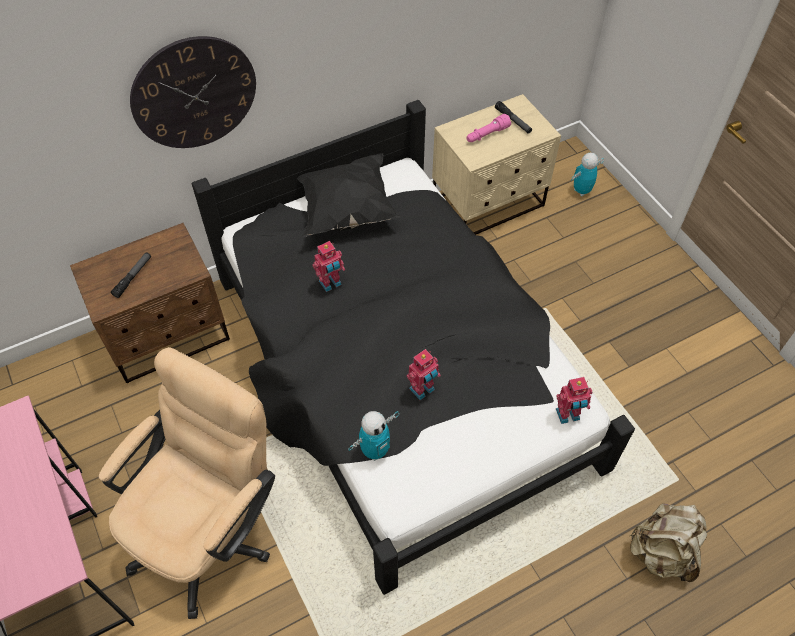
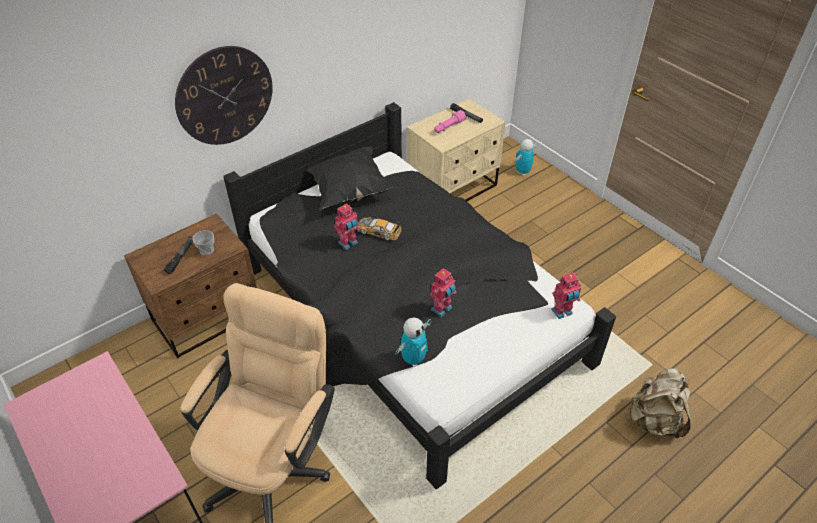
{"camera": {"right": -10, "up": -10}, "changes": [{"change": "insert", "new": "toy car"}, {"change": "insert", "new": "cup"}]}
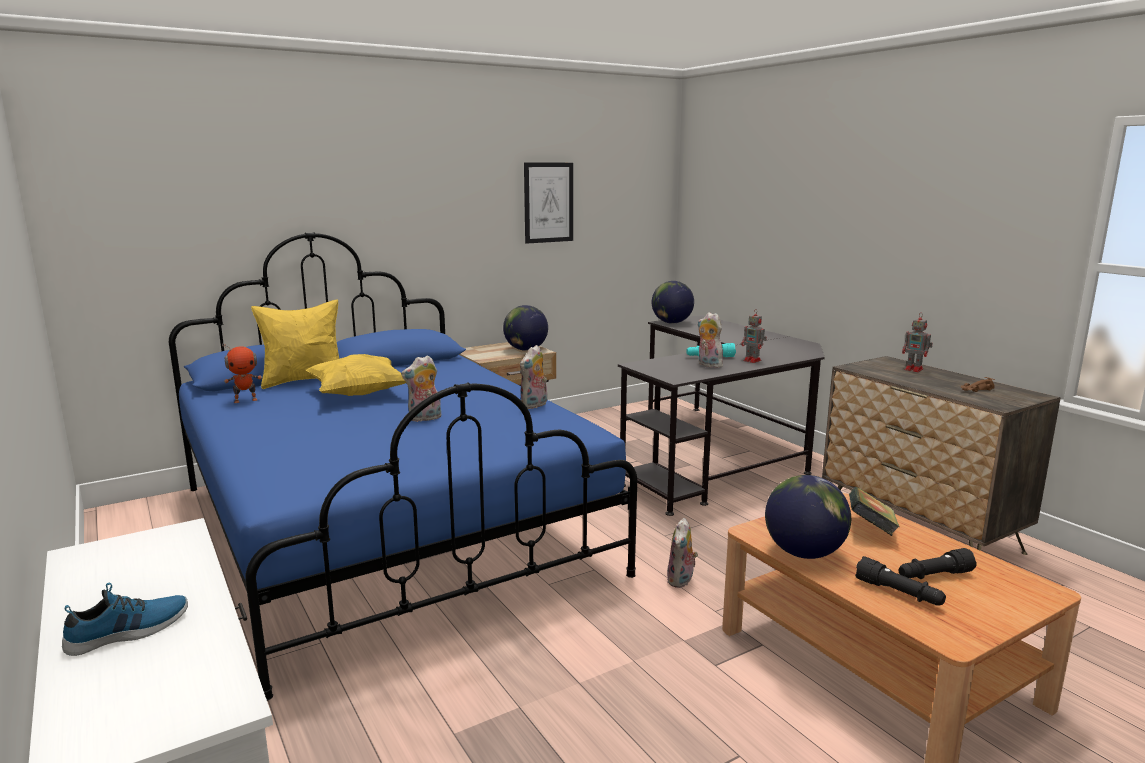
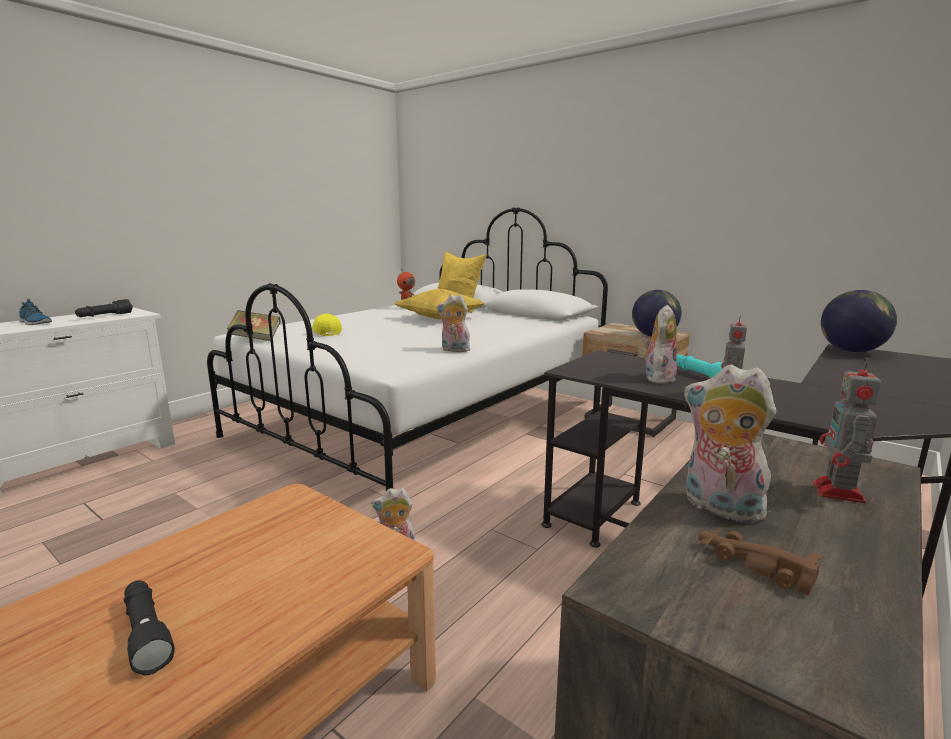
{"camera": {"right": 70, "up": 0}, "changes": [{"change": "delete", "old": "picture"}, {"change": "recolor", "old": "blue bed", "new": "white bed"}, {"change": "move", "old": "plush toy (1st from left in the first image)", "new": "plush toy (4th from left)"}, {"change": "delete", "old": "globe (3rd from left)"}, {"change": "move", "old": "book"}, {"change": "move", "old": "black flashlight (1st from left)"}, {"change": "insert", "new": "yellow cap"}]}
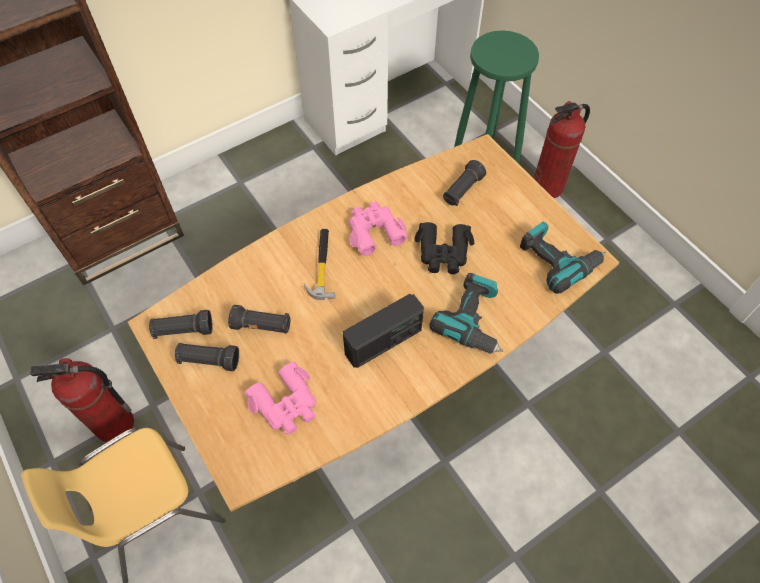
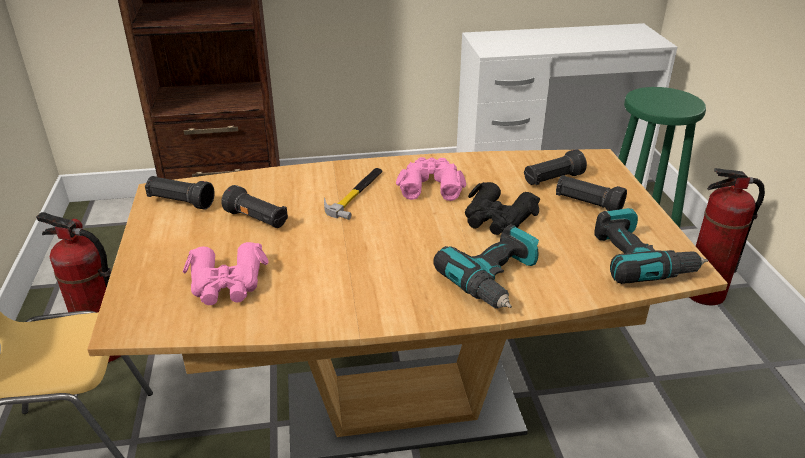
{"camera": {"right": 25, "up": -25}, "changes": [{"change": "delete", "old": "radio"}, {"change": "move", "old": "black flashlight (2nd from left in the first image)", "new": "black flashlight (4th from left)"}]}
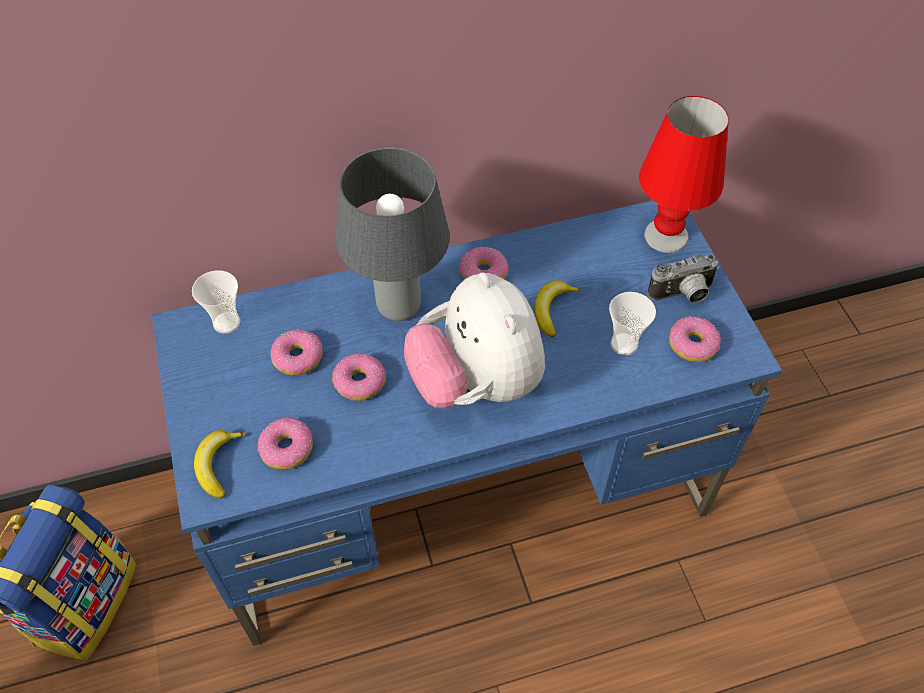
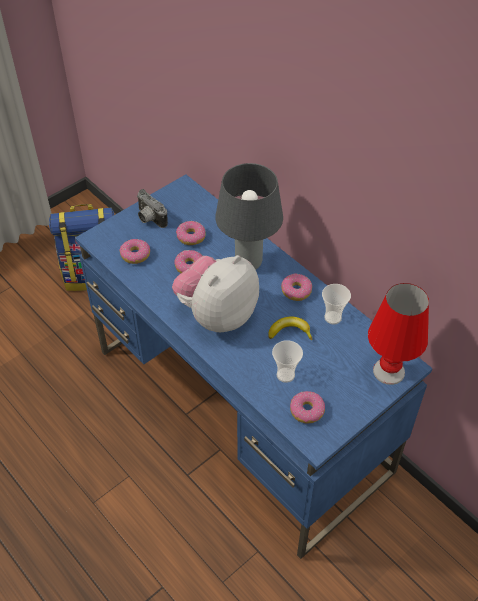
{"camera": {"right": 65, "up": -5}, "changes": [{"change": "move", "old": "photo camera"}, {"change": "move", "old": "cup (1st from left in the first image)", "new": "cup (2nd from left)"}, {"change": "delete", "old": "banana (1st from left)"}]}
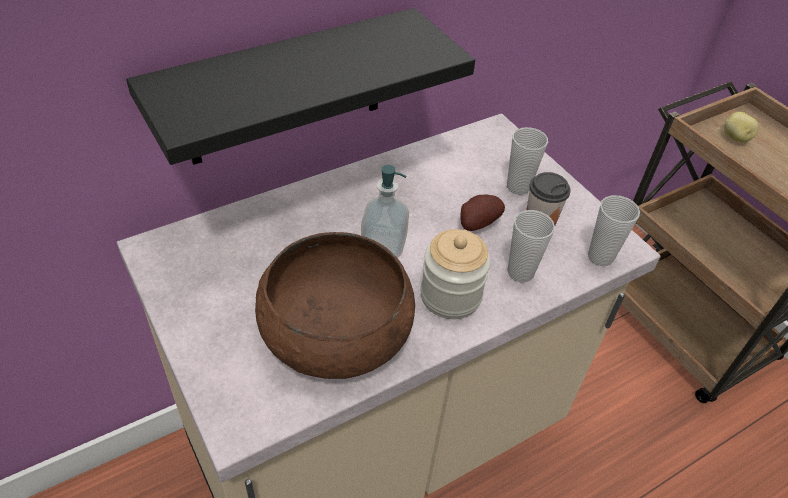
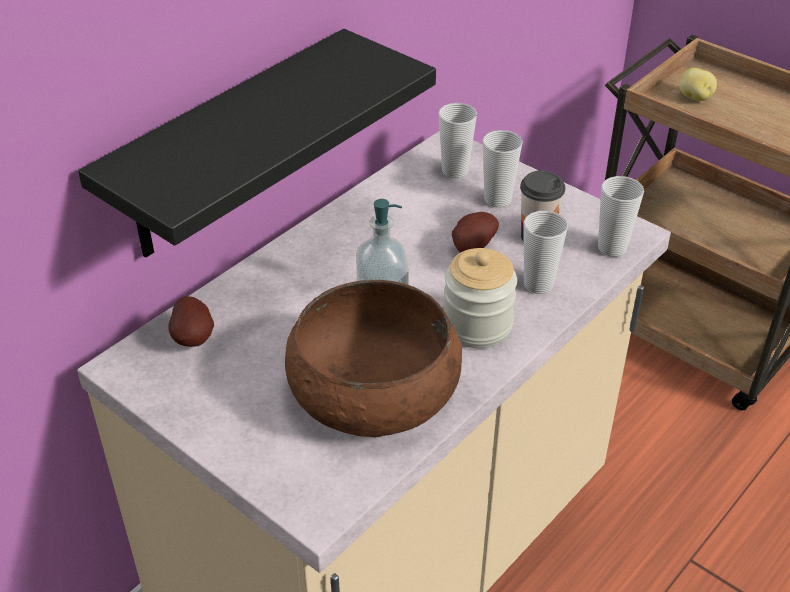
{"camera": {"right": -15, "up": -5}, "changes": [{"change": "insert", "new": "cup (1st from left)"}, {"change": "insert", "new": "potato (1st from left)"}]}
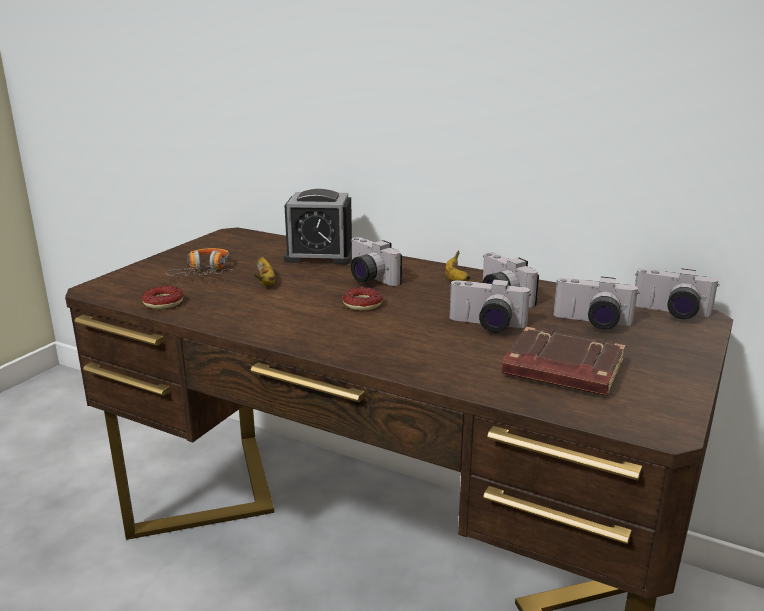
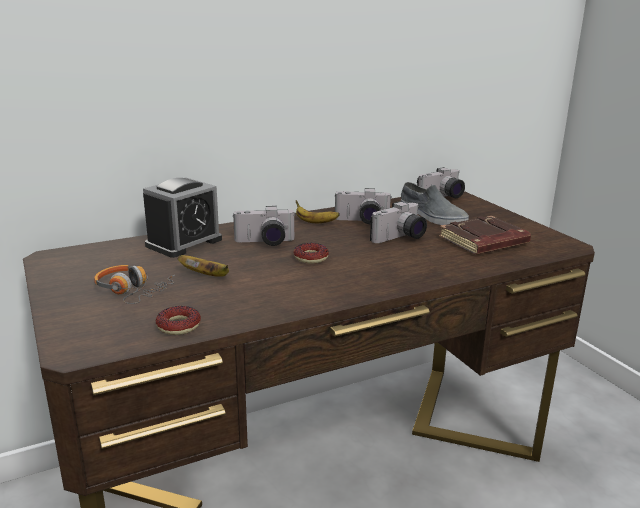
{"camera": {"right": -55, "up": 0}, "changes": [{"change": "replace", "old": "photo camera (4th from left)", "new": "grey shoe"}]}
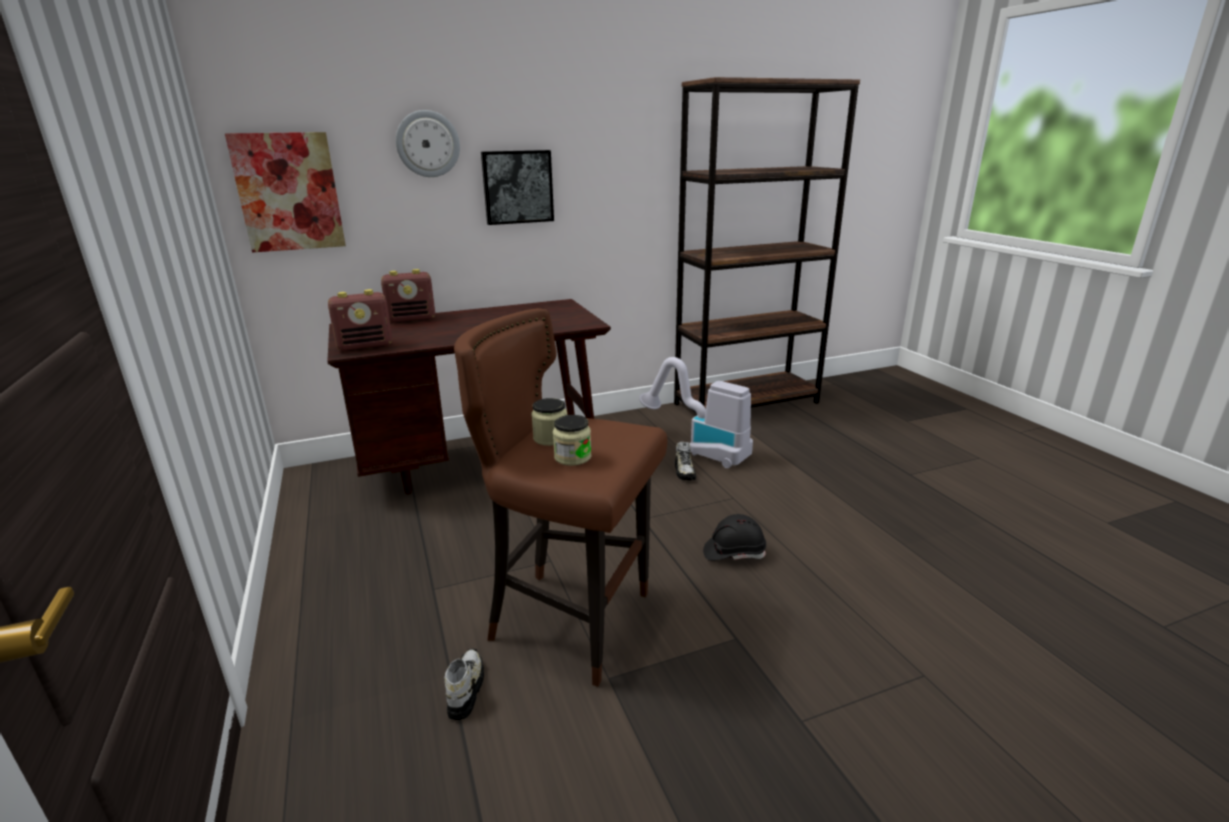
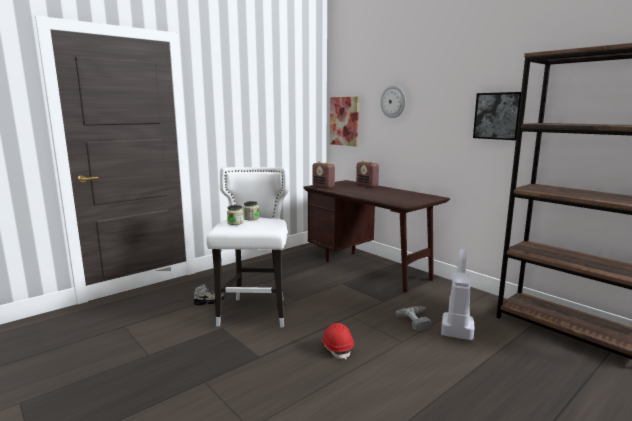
{"camera": {"right": 70, "up": -10}, "changes": [{"change": "move", "old": "picture (2nd from left)"}, {"change": "recolor", "old": "brown stool", "new": "white stool"}, {"change": "replace", "old": "shoe (2nd from left)", "new": "power drill"}, {"change": "recolor", "old": "black hard hat", "new": "red hard hat"}]}
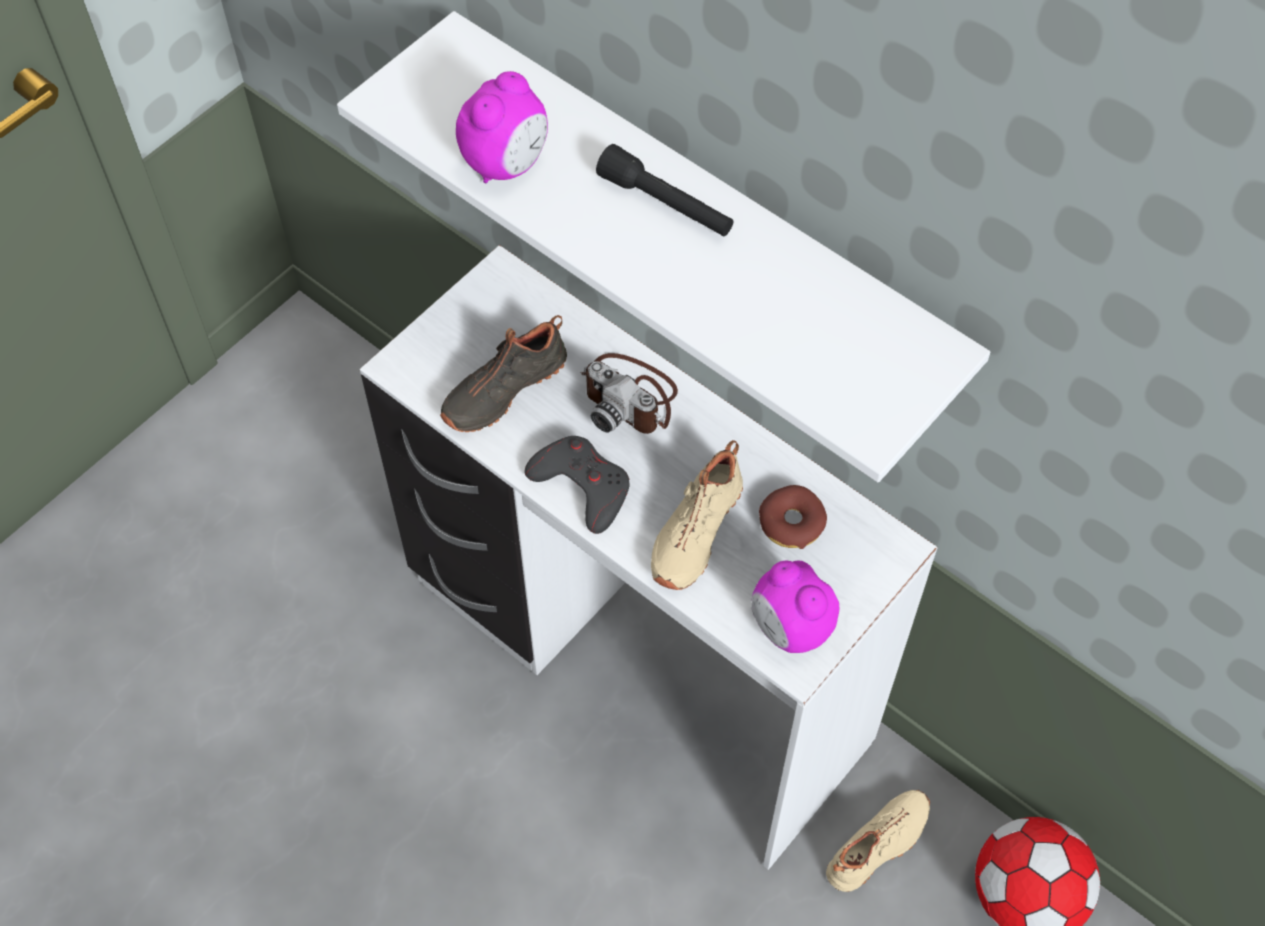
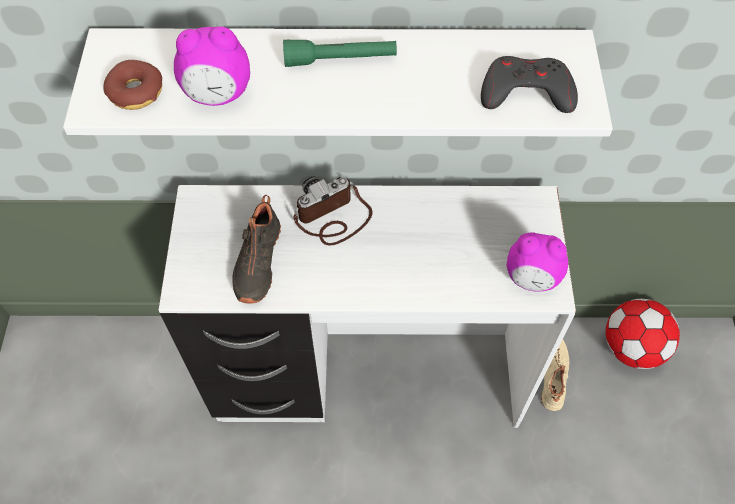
{"camera": {"right": -40, "up": 0}, "changes": [{"change": "rotate", "old": "alarm clock (1st from left)", "degrees": 90}, {"change": "recolor", "old": "black flashlight", "new": "green flashlight"}, {"change": "rotate", "old": "photo camera", "degrees": 150}, {"change": "move", "old": "grey game controller"}, {"change": "delete", "old": "beige shoe (1st from left)"}, {"change": "move", "old": "donut"}]}
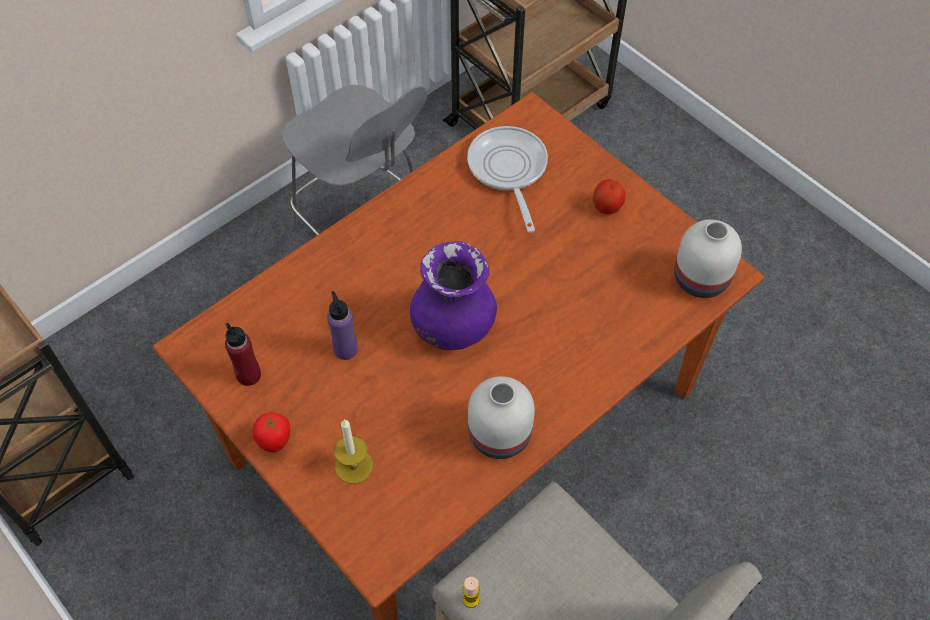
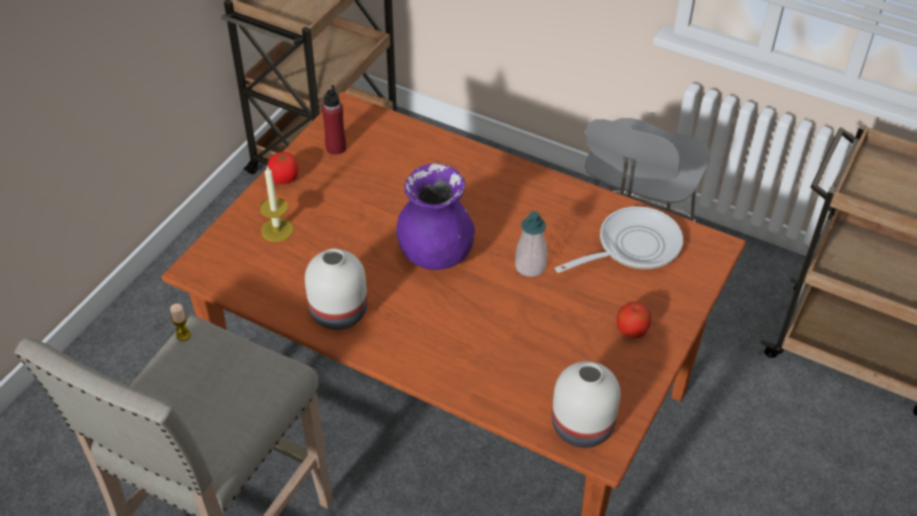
{"camera": {"right": 70, "up": -10}, "changes": [{"change": "delete", "old": "purple bottle"}, {"change": "insert", "new": "soap dispenser"}]}
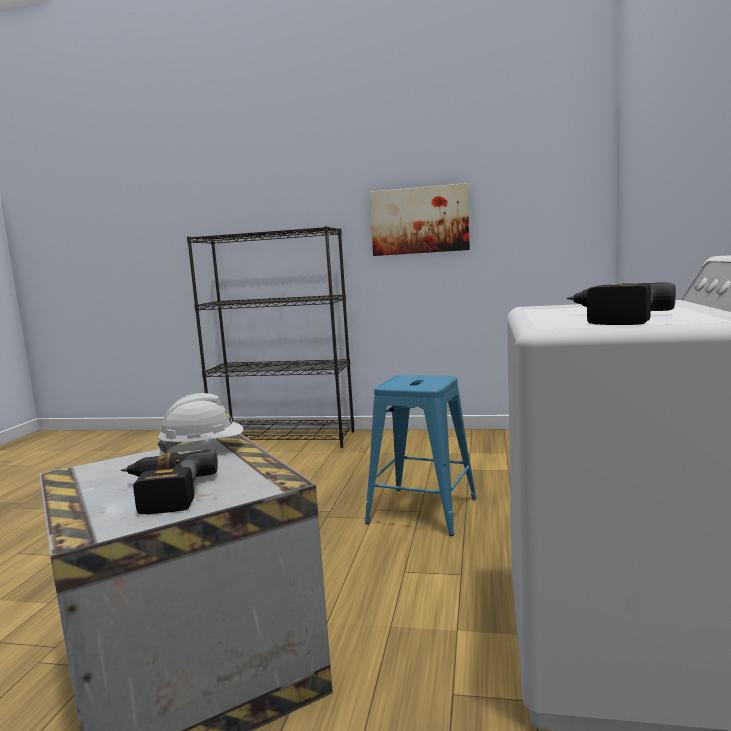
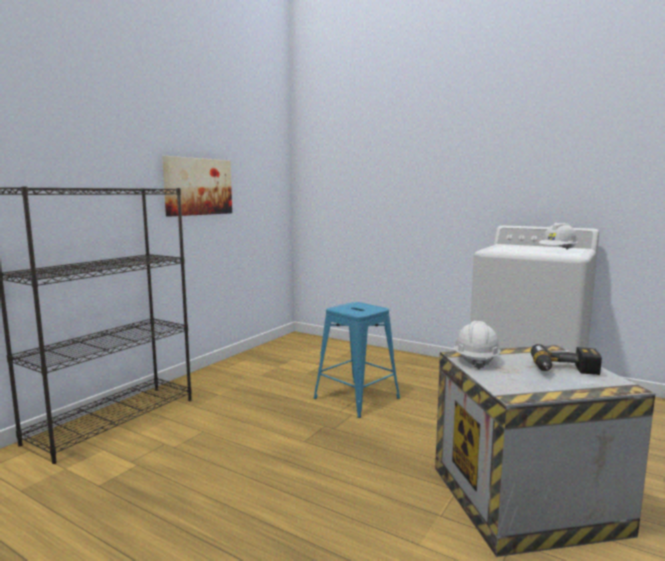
{"camera": {"right": -70, "up": 0}, "changes": [{"change": "replace", "old": "power drill (2nd from left)", "new": "white hard hat (2nd from left)"}]}
